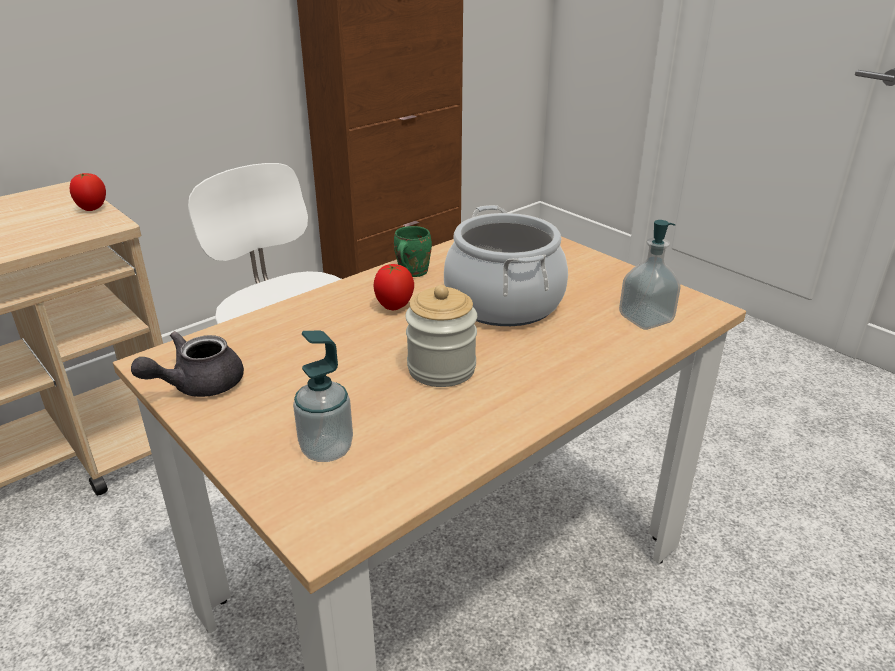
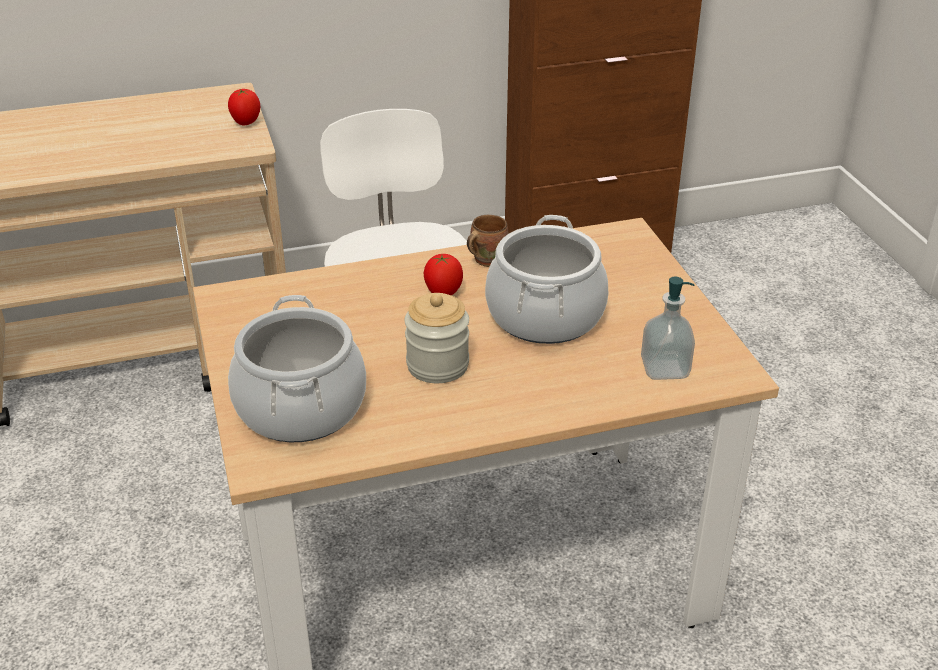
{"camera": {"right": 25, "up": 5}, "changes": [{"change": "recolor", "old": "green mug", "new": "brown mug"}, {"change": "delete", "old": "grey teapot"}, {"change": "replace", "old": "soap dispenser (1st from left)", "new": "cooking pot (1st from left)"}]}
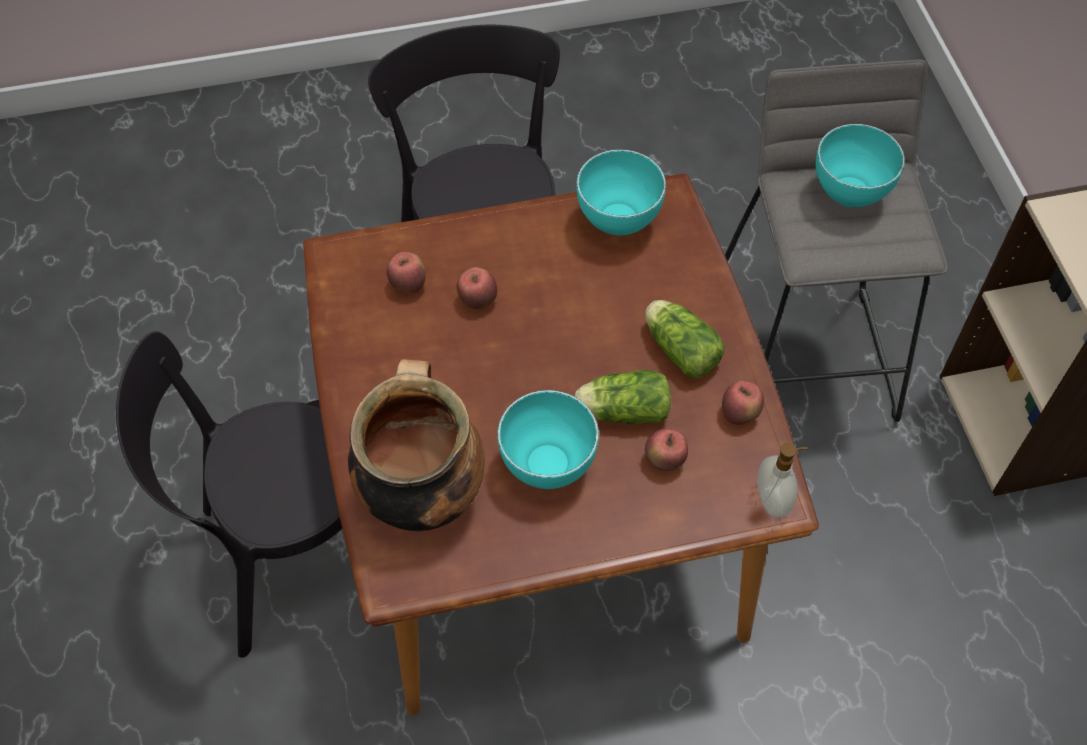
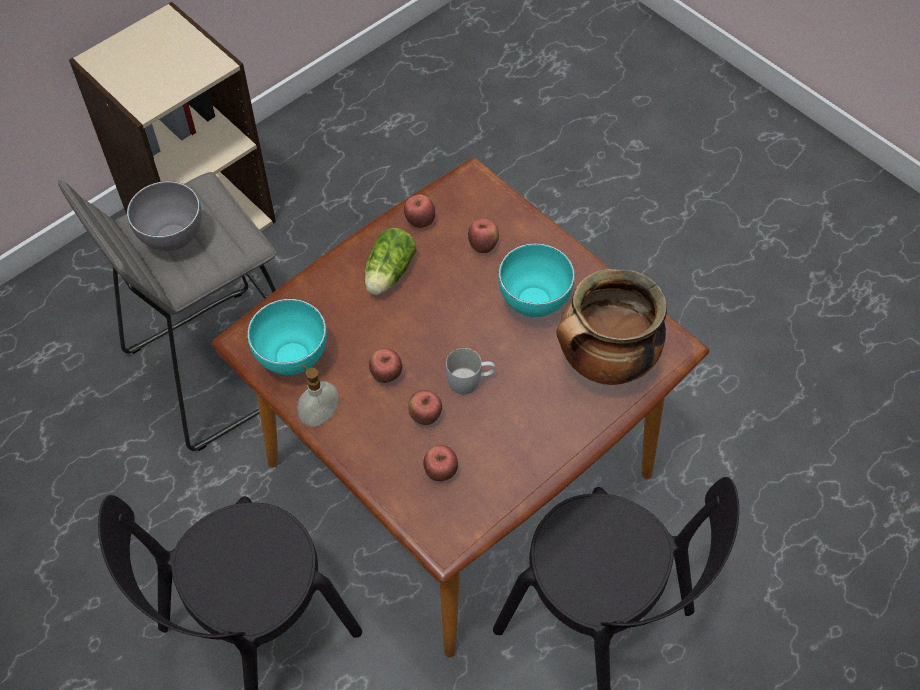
{"camera": {"right": -120, "up": 0}, "changes": [{"change": "recolor", "old": "turquoise bowl (3rd from left)", "new": "grey bowl"}, {"change": "delete", "old": "lettuce (1st from left)"}, {"change": "move", "old": "soap dispenser"}, {"change": "insert", "new": "apple (1st from left)"}, {"change": "insert", "new": "white mug"}]}
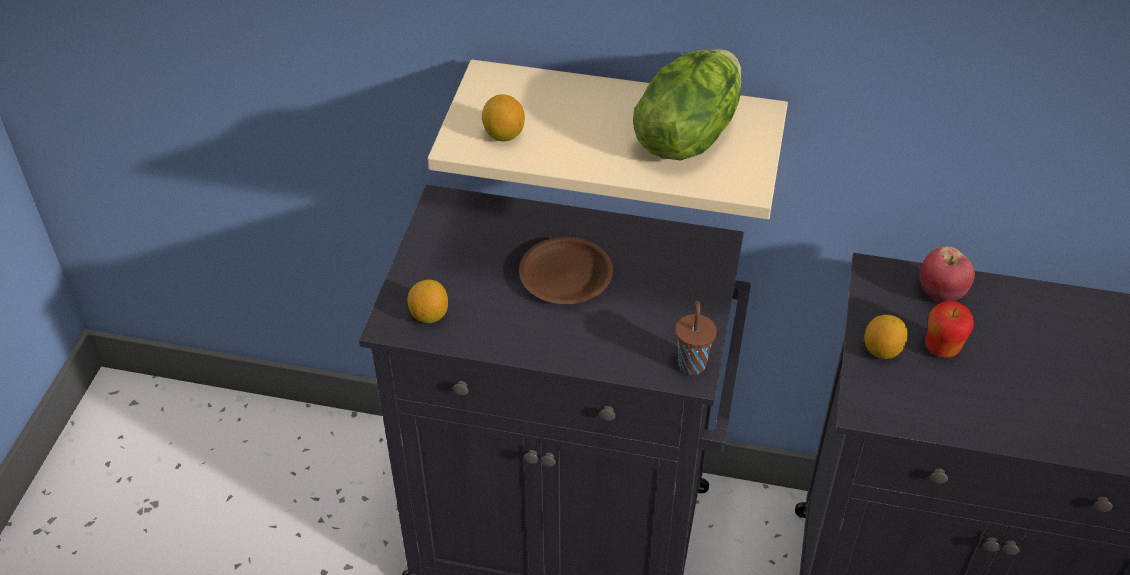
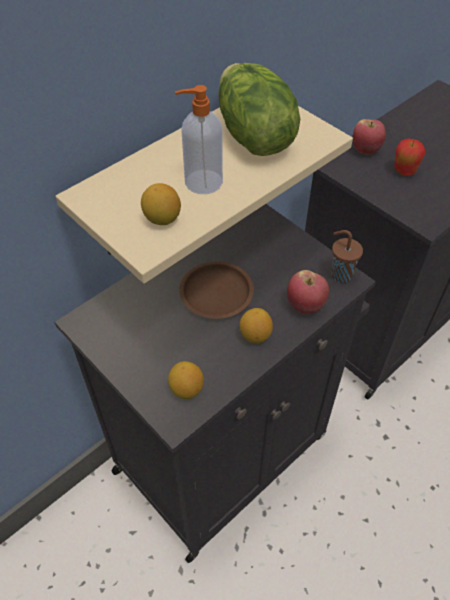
{"camera": {"right": -55, "up": 5}, "changes": [{"change": "move", "old": "lemon (3rd from left)"}, {"change": "insert", "new": "soap dispenser"}, {"change": "insert", "new": "apple (1st from left)"}]}
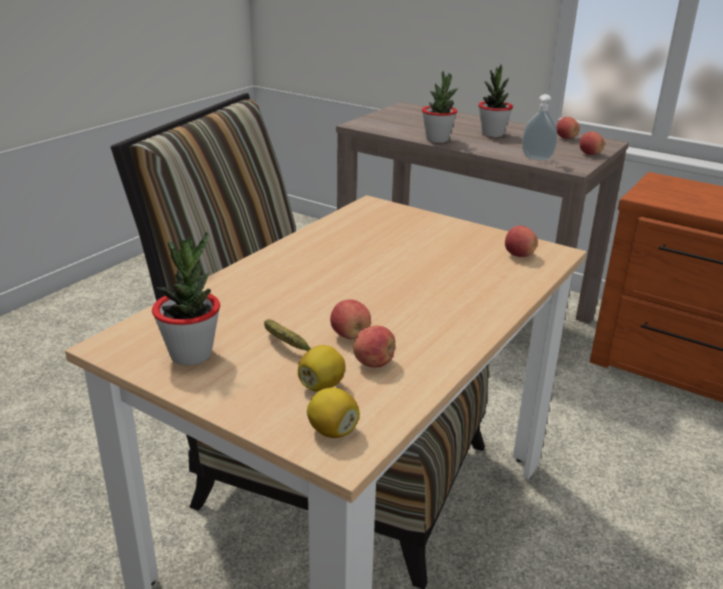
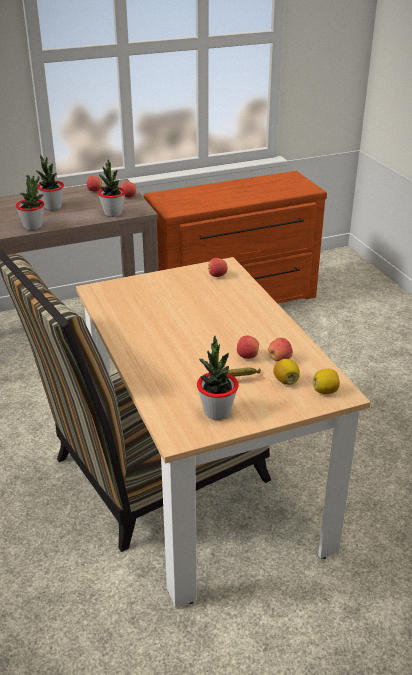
{"camera": {"right": -55, "up": 5}, "changes": [{"change": "replace", "old": "soap dispenser", "new": "potted plant (3rd from left)"}]}
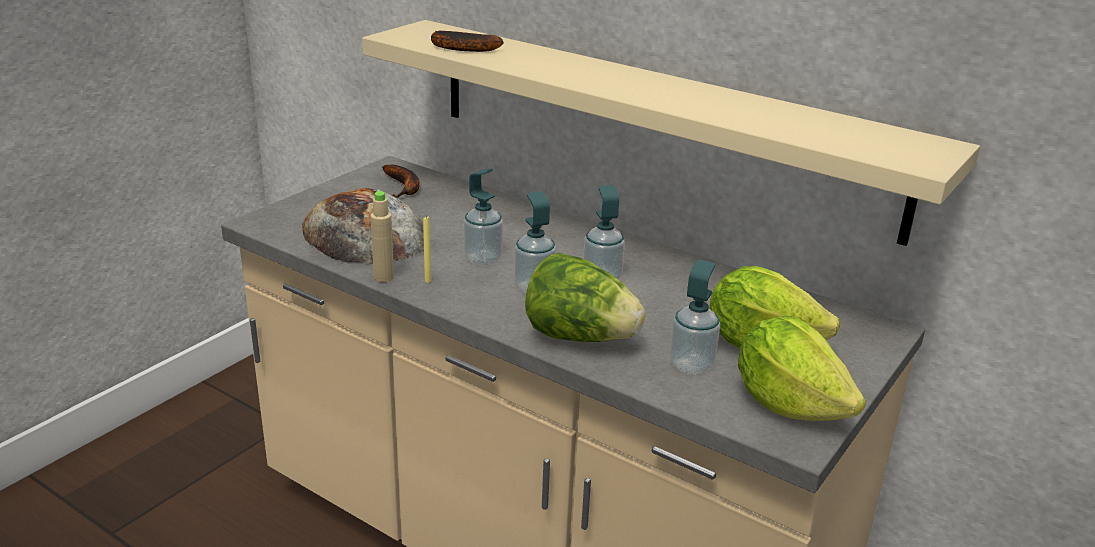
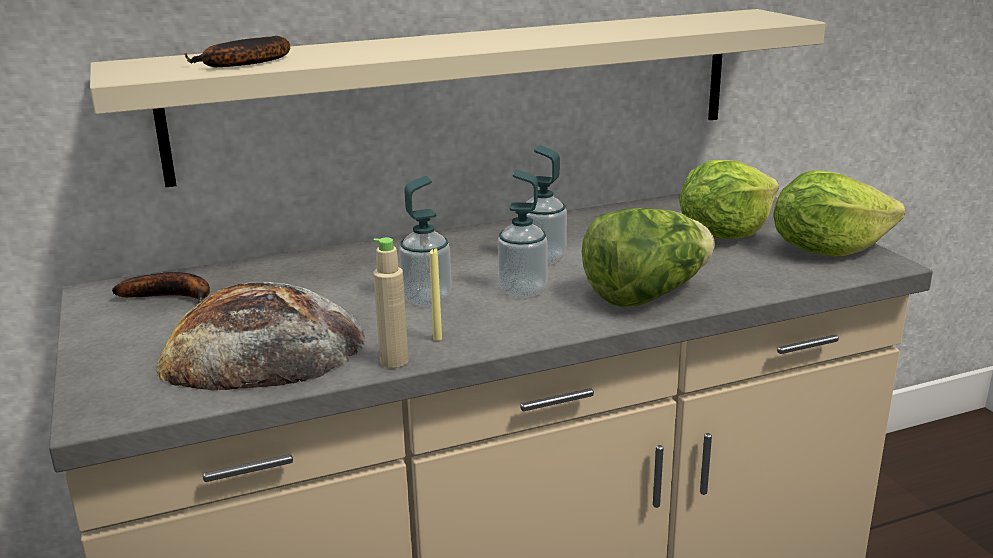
{"camera": {"right": -55, "up": -5}, "changes": [{"change": "delete", "old": "soap dispenser (4th from left)"}]}
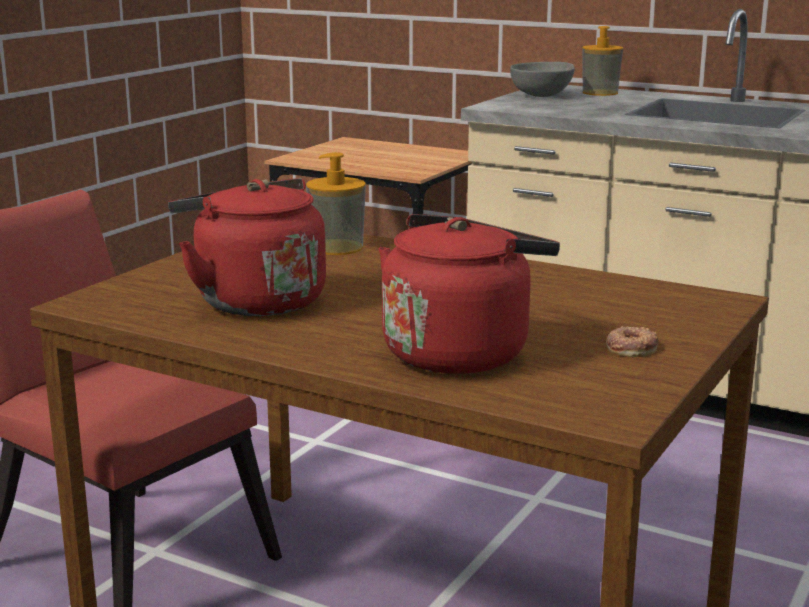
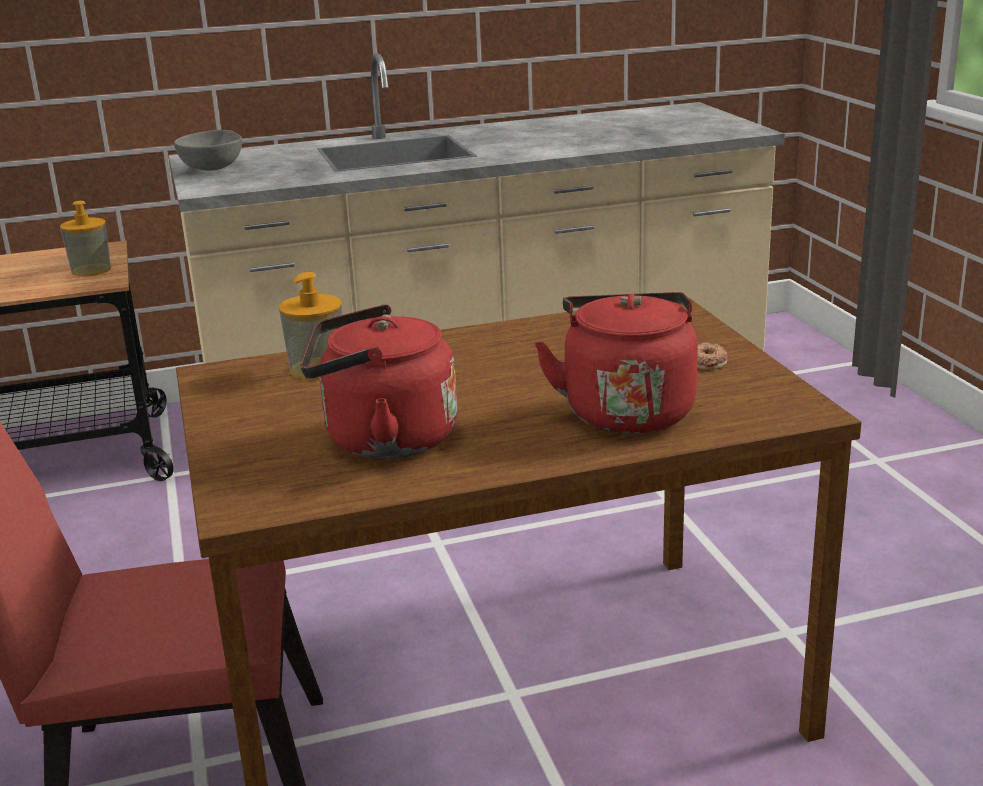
{"camera": {"right": -45, "up": 5}, "changes": [{"change": "move", "old": "soap dispenser (2nd from left in the first image)", "new": "soap dispenser (1st from left)"}]}
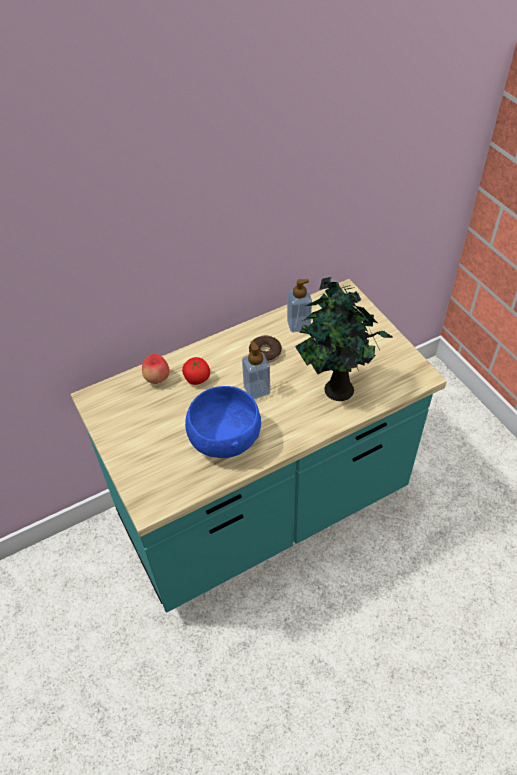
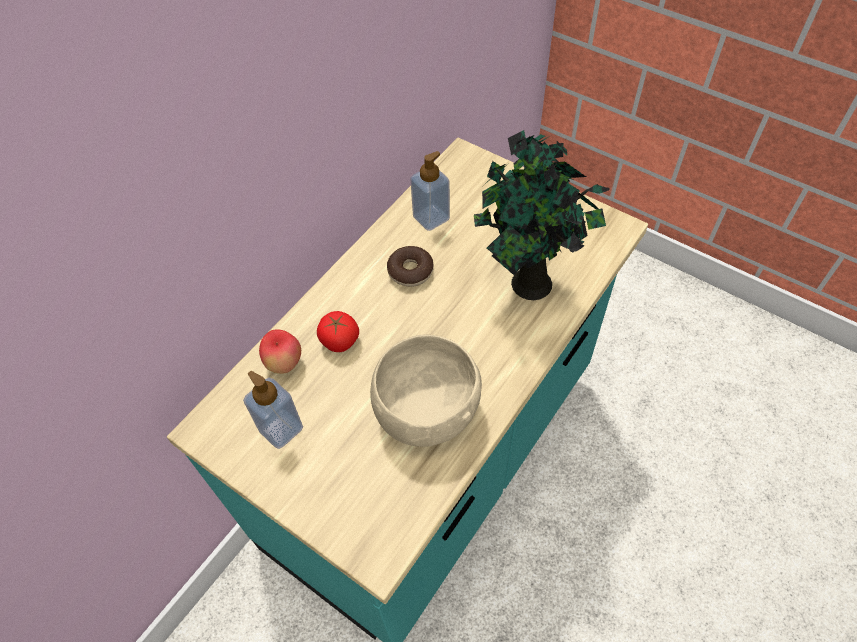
{"camera": {"right": -25, "up": 5}, "changes": [{"change": "move", "old": "soap dispenser (1st from left)"}, {"change": "recolor", "old": "blue bowl", "new": "beige bowl"}]}
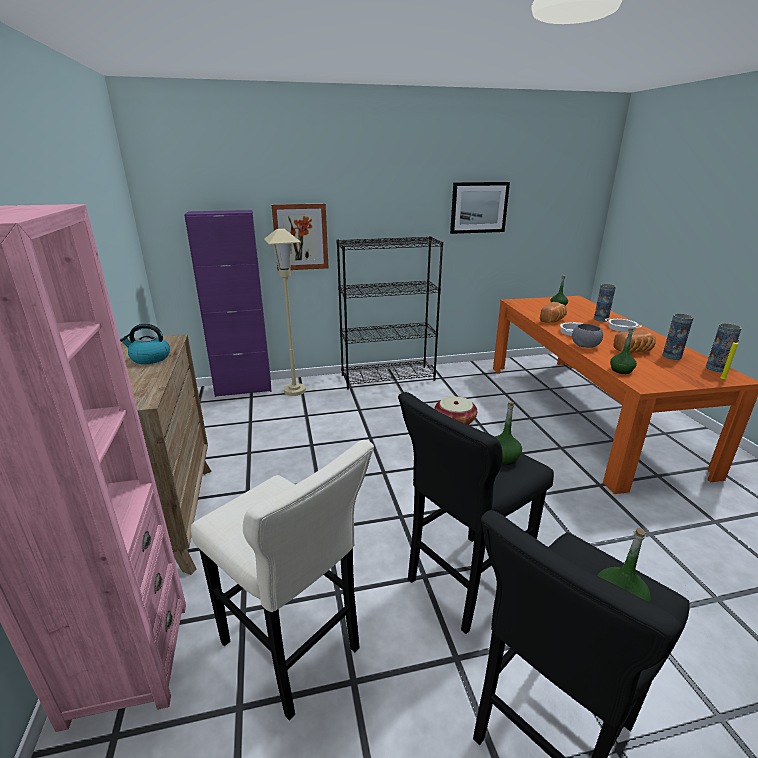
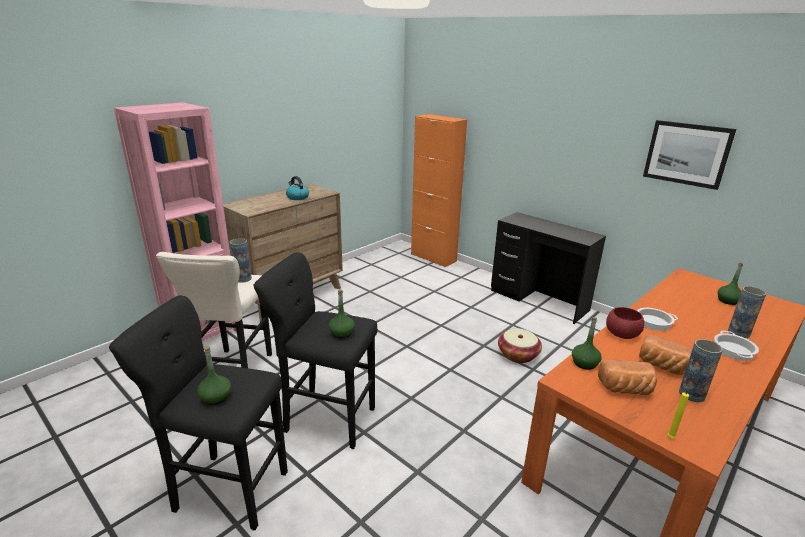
{"camera": {"right": 55, "up": 0}, "changes": [{"change": "delete", "old": "picture (1st from left)"}, {"change": "recolor", "old": "purple cabinet", "new": "orange cabinet"}, {"change": "delete", "old": "beige floor lamp"}, {"change": "replace", "old": "black bookcase", "new": "black desk"}, {"change": "move", "old": "bread (1st from left)"}, {"change": "move", "old": "vase (3rd from left in the first image)", "new": "vase (1st from left)"}, {"change": "recolor", "old": "grey bowl", "new": "red bowl"}]}
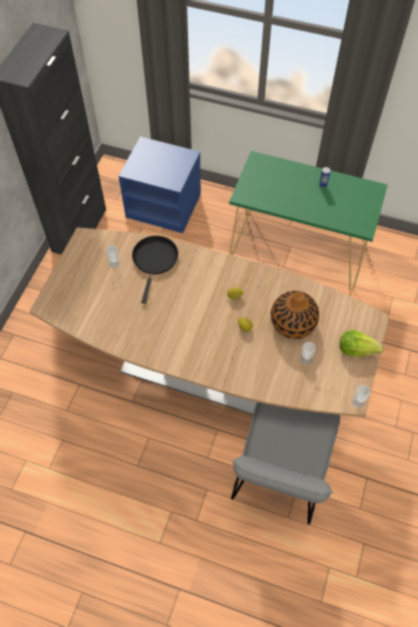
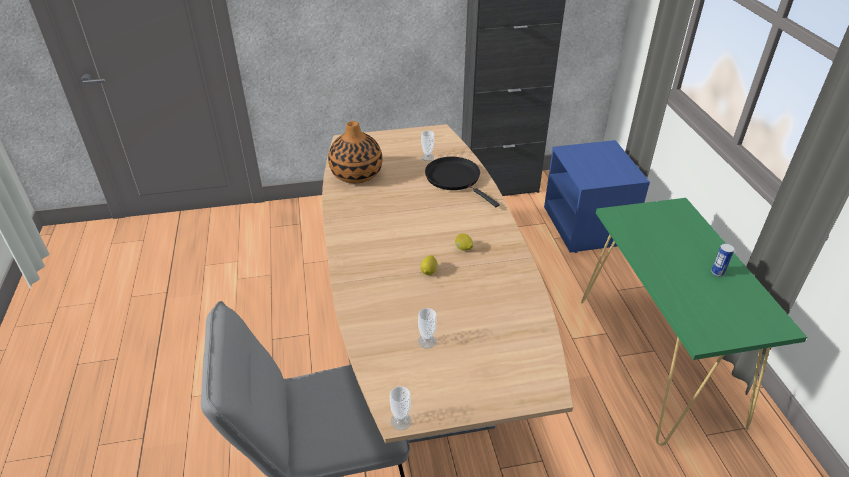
{"camera": {"right": 60, "up": -20}, "changes": [{"change": "rotate", "old": "black frying pan", "degrees": -105}, {"change": "move", "old": "vase"}, {"change": "delete", "old": "lettuce"}]}
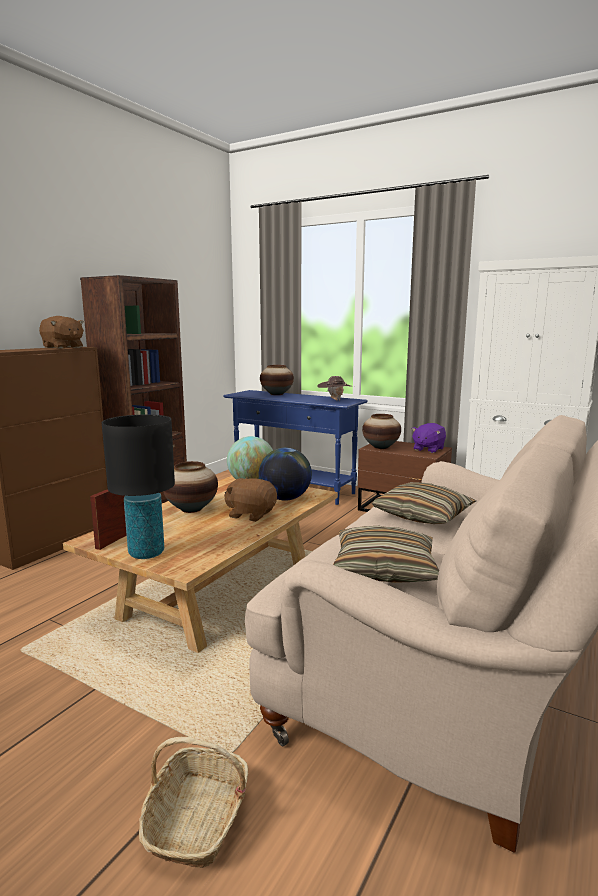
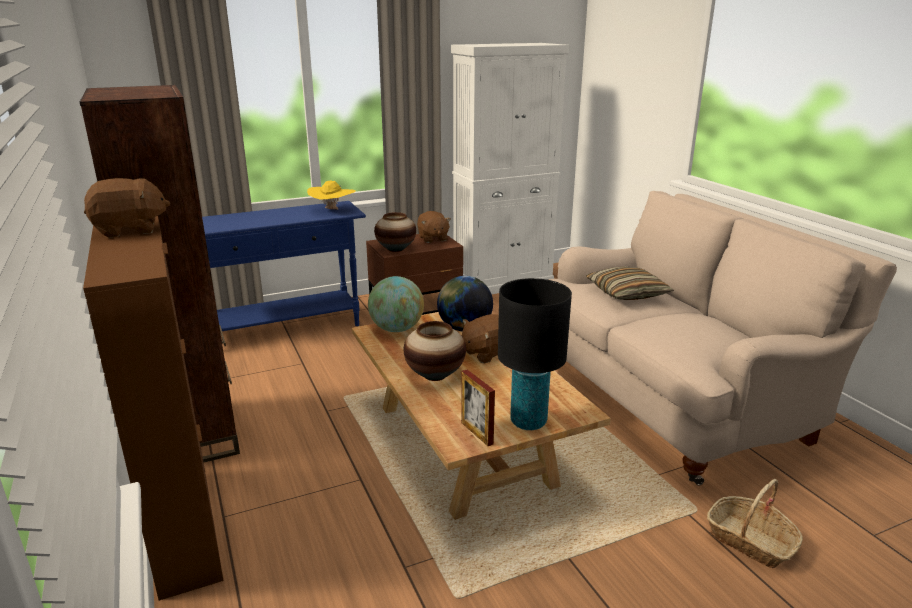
{"camera": {"right": -55, "up": 10}, "changes": [{"change": "delete", "old": "vase (2nd from left)"}, {"change": "recolor", "old": "brown hat", "new": "yellow hat"}, {"change": "recolor", "old": "purple plush toy", "new": "brown plush toy (2nd from left)"}, {"change": "delete", "old": "pillow (1st from left)"}]}
